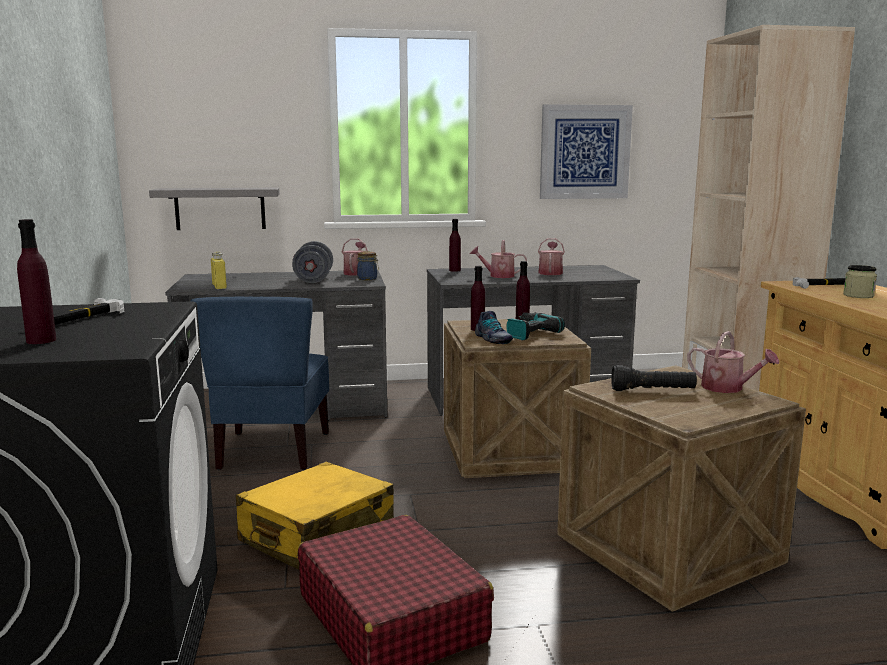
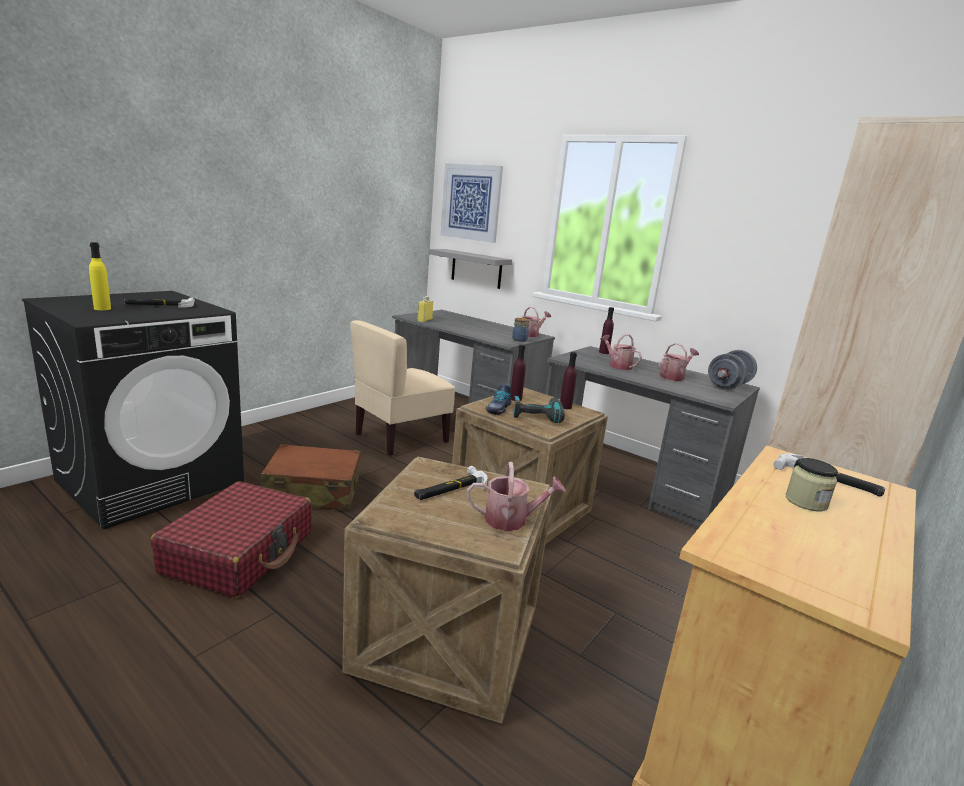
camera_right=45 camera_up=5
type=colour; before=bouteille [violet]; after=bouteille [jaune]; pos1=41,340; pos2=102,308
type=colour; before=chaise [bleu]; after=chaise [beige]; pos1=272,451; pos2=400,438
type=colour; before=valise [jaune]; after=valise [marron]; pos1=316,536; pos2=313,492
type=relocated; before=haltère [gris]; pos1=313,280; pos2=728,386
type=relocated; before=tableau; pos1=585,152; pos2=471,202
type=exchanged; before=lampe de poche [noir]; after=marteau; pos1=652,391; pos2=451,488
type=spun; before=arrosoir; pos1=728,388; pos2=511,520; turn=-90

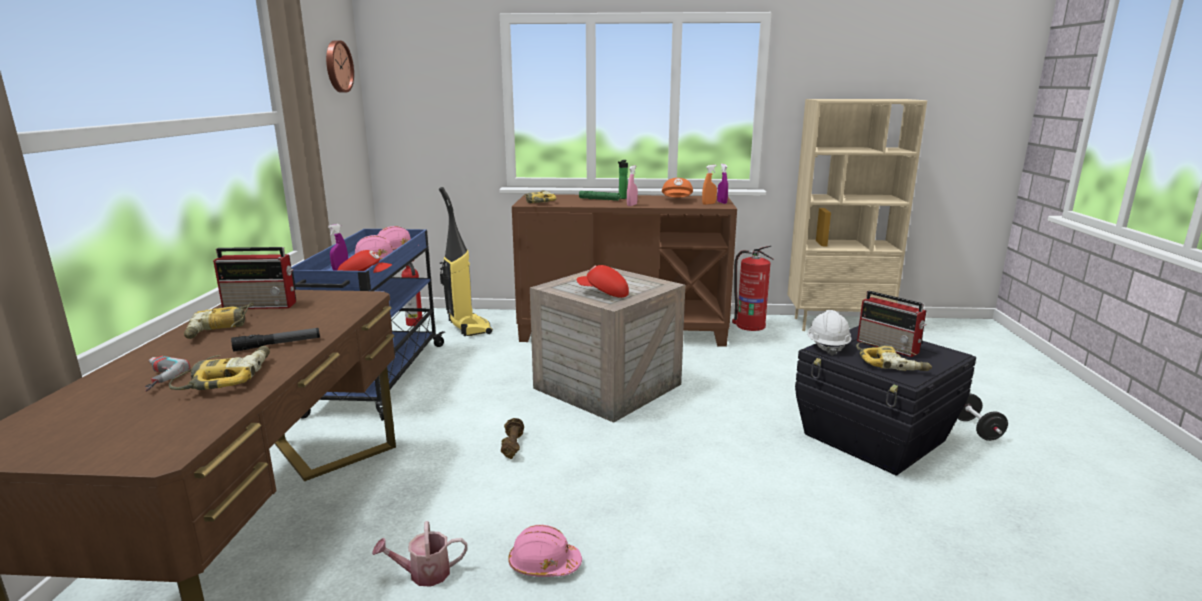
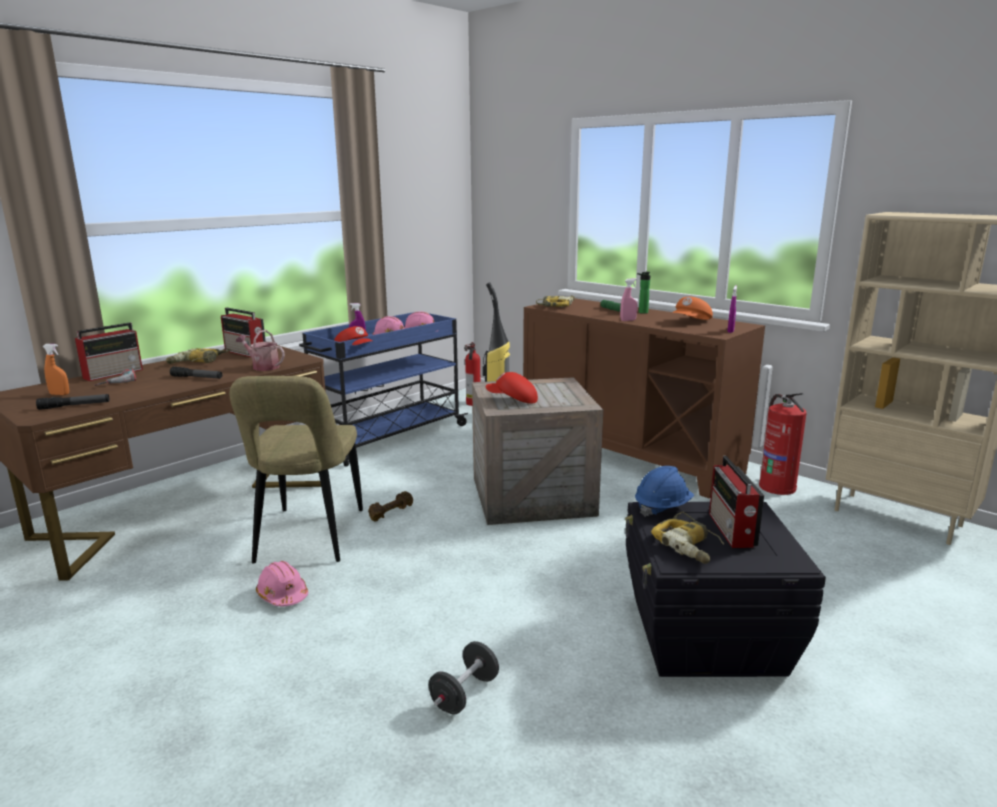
camera_right=40 camera_up=0
type=missing; before=perceuse; pos1=227,377
type=missing; before=horloge murale; pos1=337,66
type=relocated; before=arrosoir; pos1=423,574; pos2=263,367
type=spun; before=casquette [rouge]; pos1=603,294; pos2=512,400; turn=-45
type=relocated; before=vaporisateur [orange]; pos1=709,204; pos2=59,394
type=colour; before=casque de chantier [blanc]; after=casque de chantier [bleu]; pos1=827,346; pos2=662,507
type=relocated; before=haltère [noir]; pos1=976,429; pos2=464,694
type=appeared; after=lampe de poche; pos2=74,406
type=appeared; after=radio; pos2=114,373
type=appeared; after=chaise [beige]; pos2=308,538

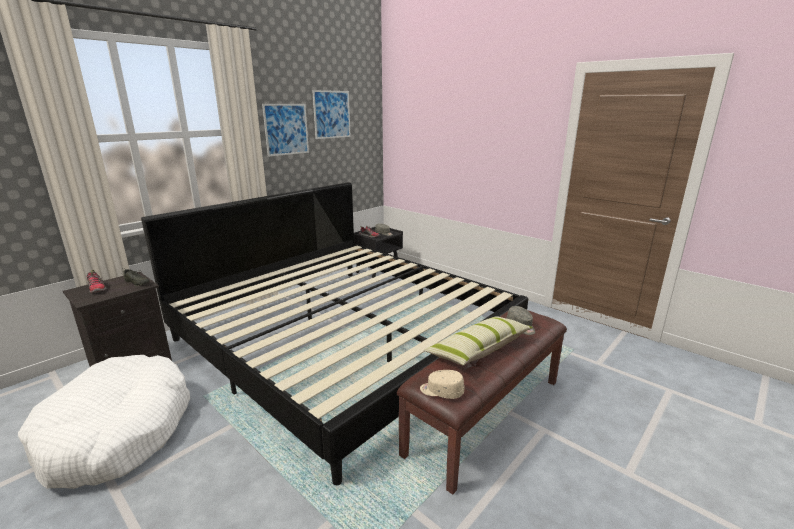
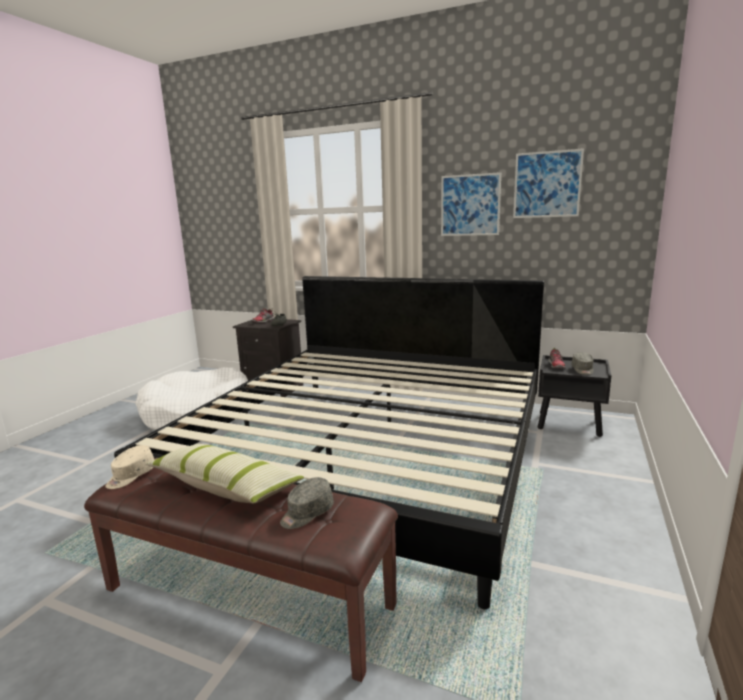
camera_right=70 camera_up=-5
type=spun; before=casquette [beige]; pos1=441,391; pos2=131,476; turn=-150

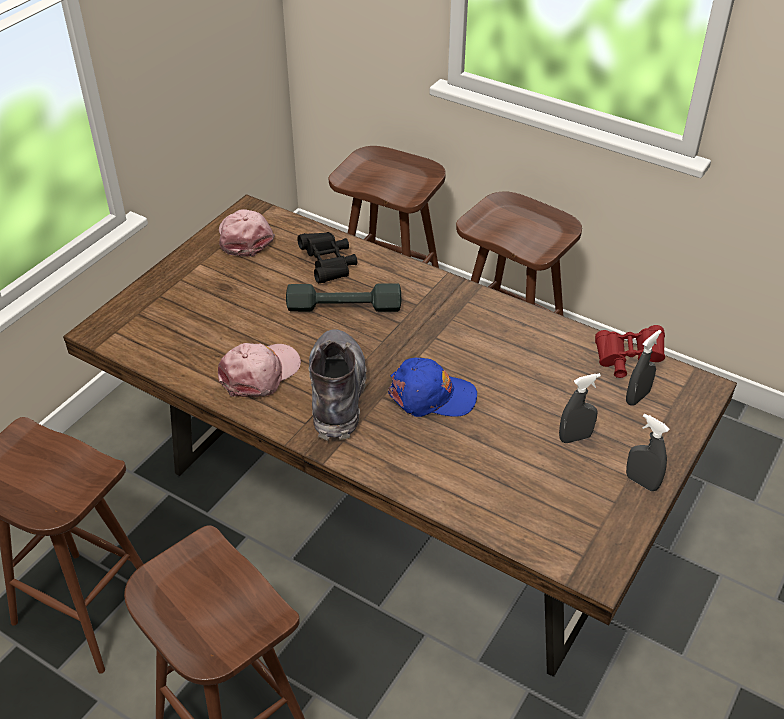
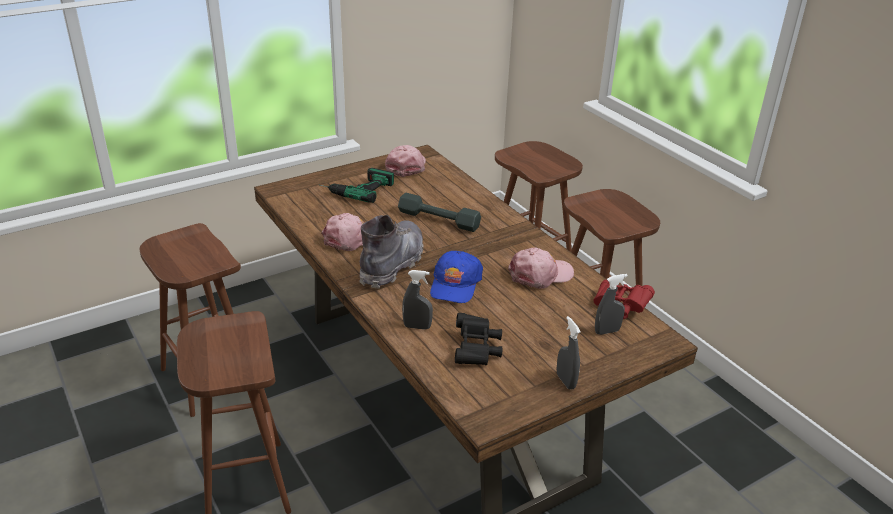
camera_right=25 camera_up=-10
type=relocated; before=jumelles [noir]; pos1=329,265; pos2=476,350
type=spun; before=casquette [bleu]; pos1=431,396; pos2=455,284; turn=75
type=relocated; before=vaporisateur [gris]; pos1=575,438; pos2=417,327
type=appeared; after=perceuse; pos2=355,188
type=appeared; after=casquette [rose]; pos2=540,274

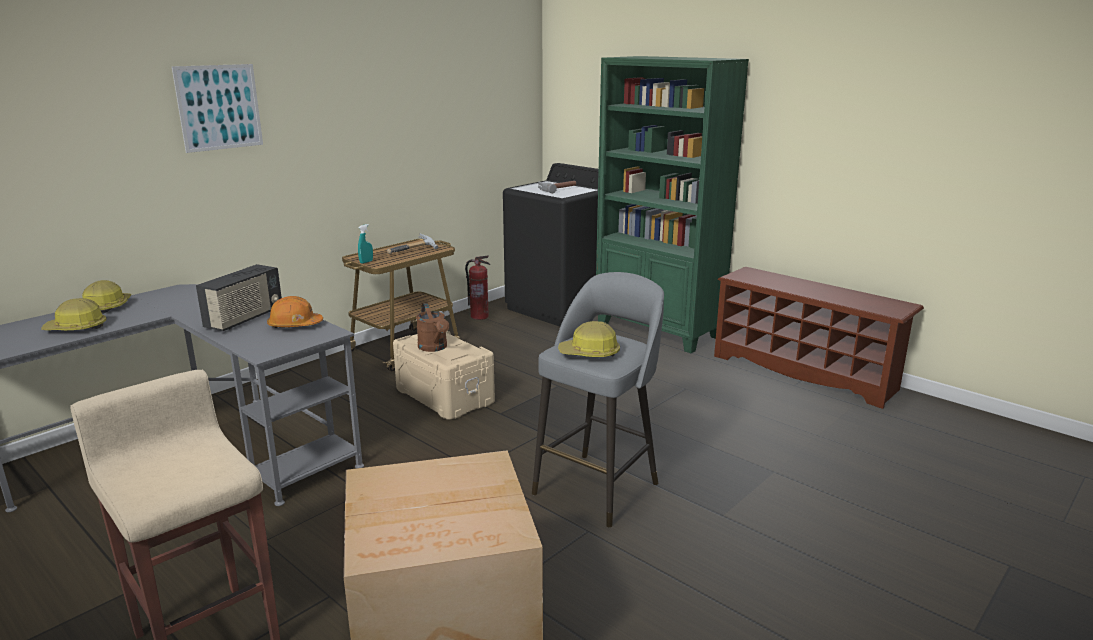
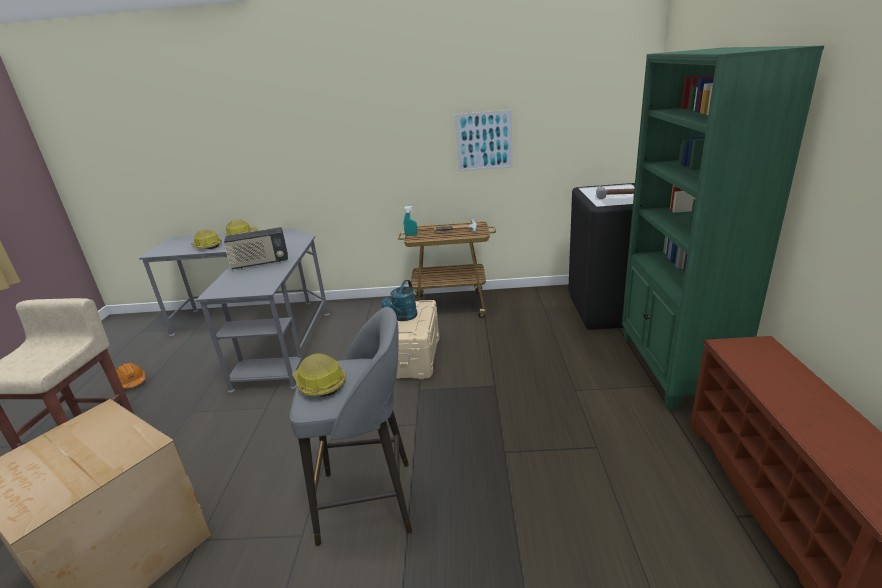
camera_right=50 camera_up=5
type=relocated; before=tableau; pos1=219,107; pos2=484,141
type=relocated; before=casque de chantier [orange]; pos1=295,325; pos2=132,381
type=colour; before=arrosoir [marron]; after=arrosoir [turquoise]; pos1=434,348; pos2=403,317
type=missing; before=extincteur; pos1=479,316

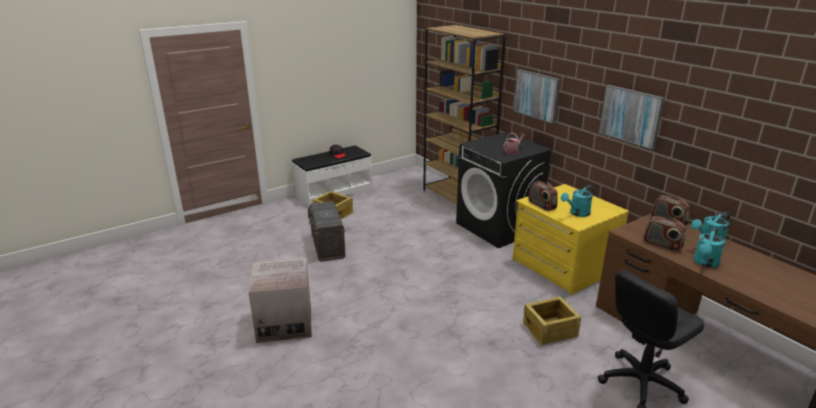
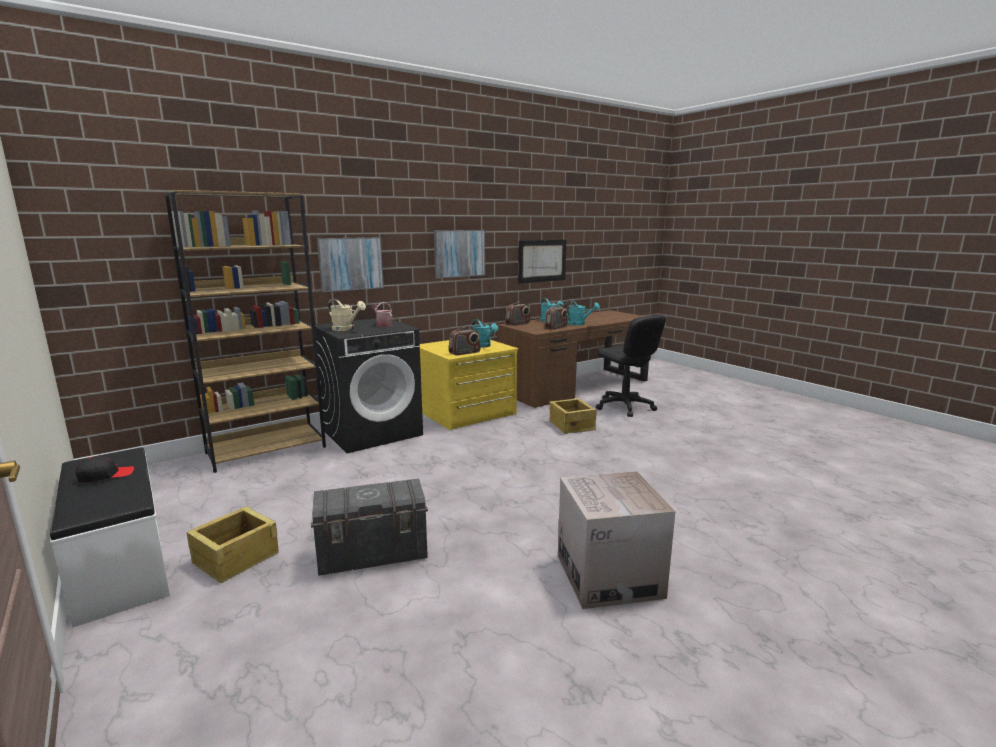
camera_right=-90 camera_up=-10
type=appeared; after=arrosoir [beige]; pos2=346,329
type=appeared; after=tableau; pos2=542,261

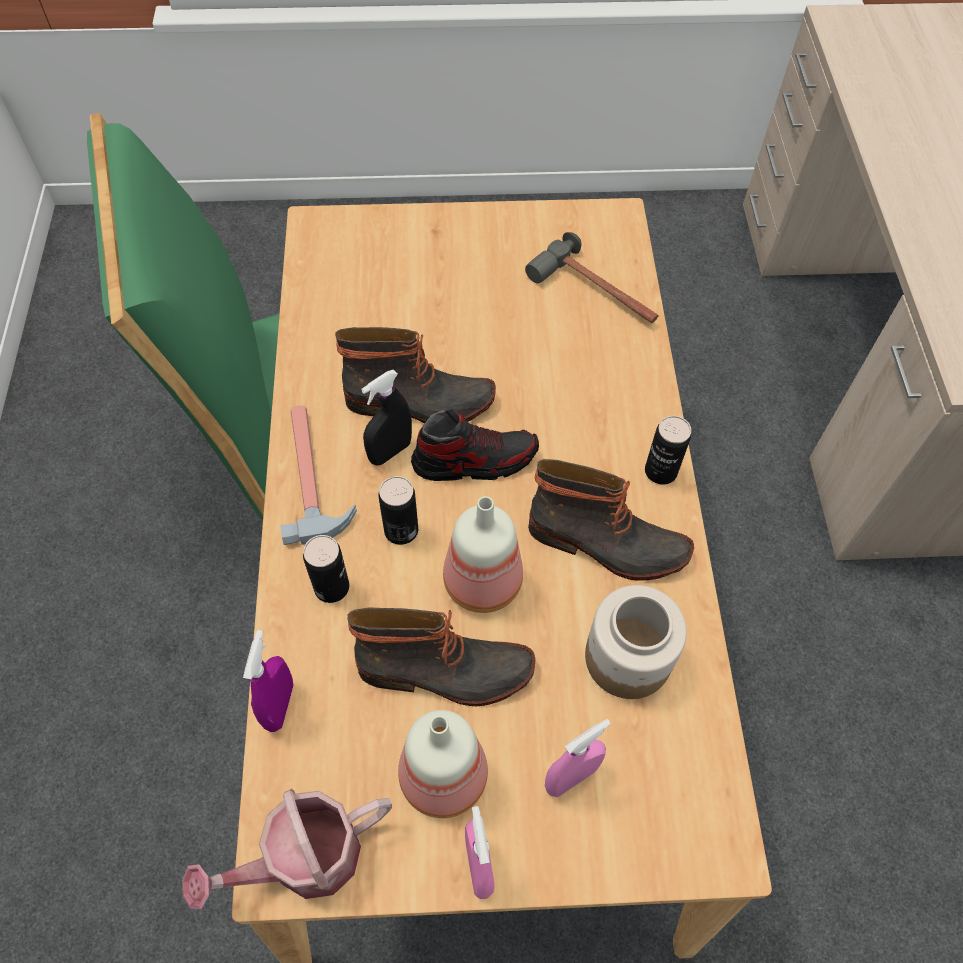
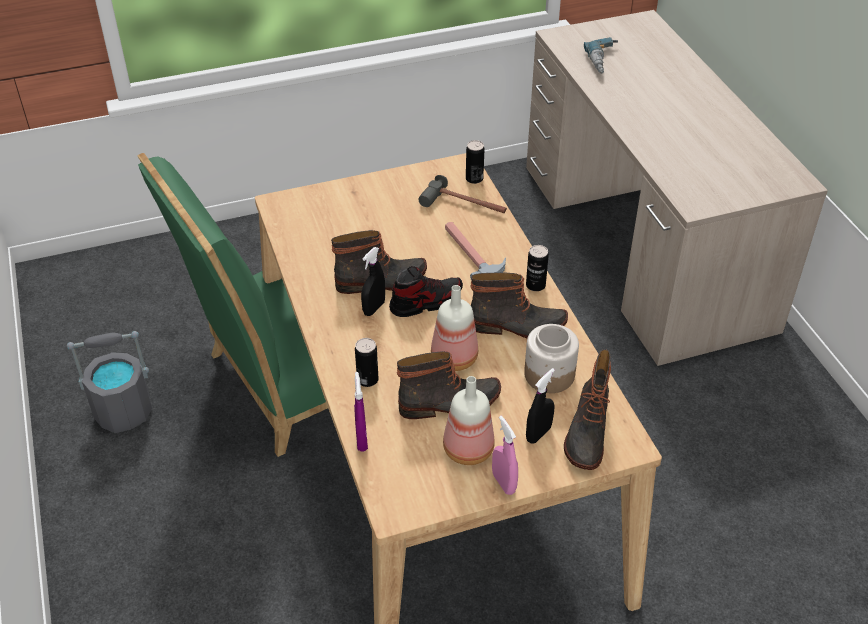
camera_right=-15 camera_up=-15
type=missing; before=arrosoir; pos1=303,859
type=relocated; before=marteau; pos1=313,475; pos2=472,253
type=relocated; before=boîte métallique; pos1=401,530; pos2=474,179
type=colour; before=vaporisateur [rose]; after=vaporisateur [noir]; pos1=571,777; pos2=538,434
type=appeared; after=seau [gris]; pos2=124,411
type=appeared; after=botte; pos2=586,433
type=appeared; after=perceuse; pos2=605,61

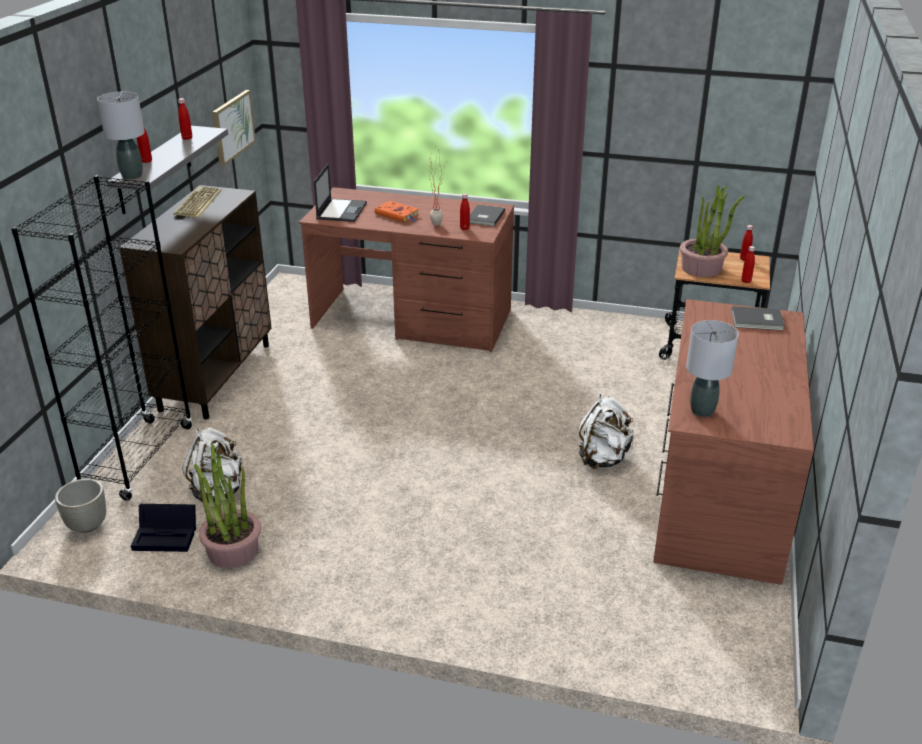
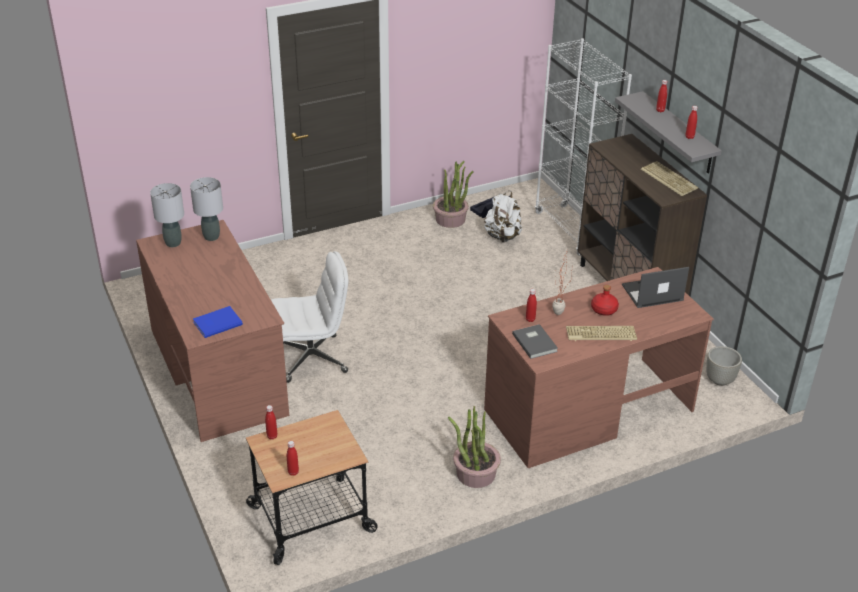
camera_right=140 camera_up=5
type=colour; before=bibliothèque [noir]; after=bibliothèque [blanc]; pos1=138,459; pos2=572,230
type=relocated; before=cache-pot [gris]; pos1=87,525; pos2=720,380
type=relocated; before=lampe de table [gris]; pos1=132,176; pos2=173,243
type=missing; before=tableau; pos1=233,127
type=spun; before=ordinateur portable; pos1=341,210; pos2=651,293; turn=105
type=exchanged; before=livre [orange]; after=bouteille [rouge]; pos1=398,215; pos2=603,310
type=exchanged; before=sac à dos [blanc]; after=chaise de bureau [blanc]; pos1=603,458; pos2=312,358
type=relocated; before=plante en pot; pos1=702,268; pos2=475,473
type=colour; before=livre [gris]; after=livre [bleu]; pos1=758,321; pos2=216,323
type=appeared; after=clavier; pos2=600,334

